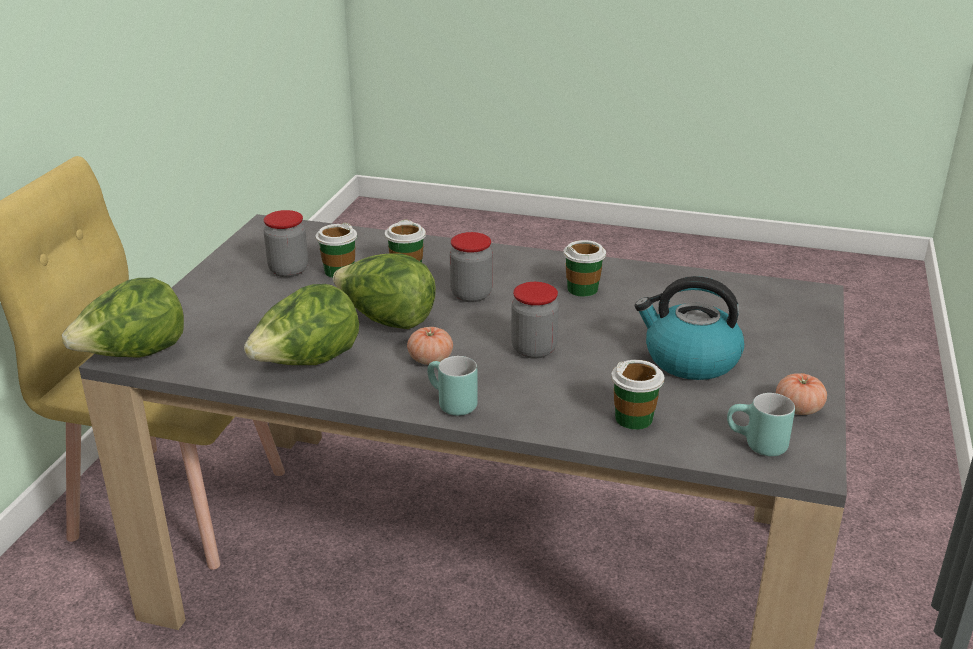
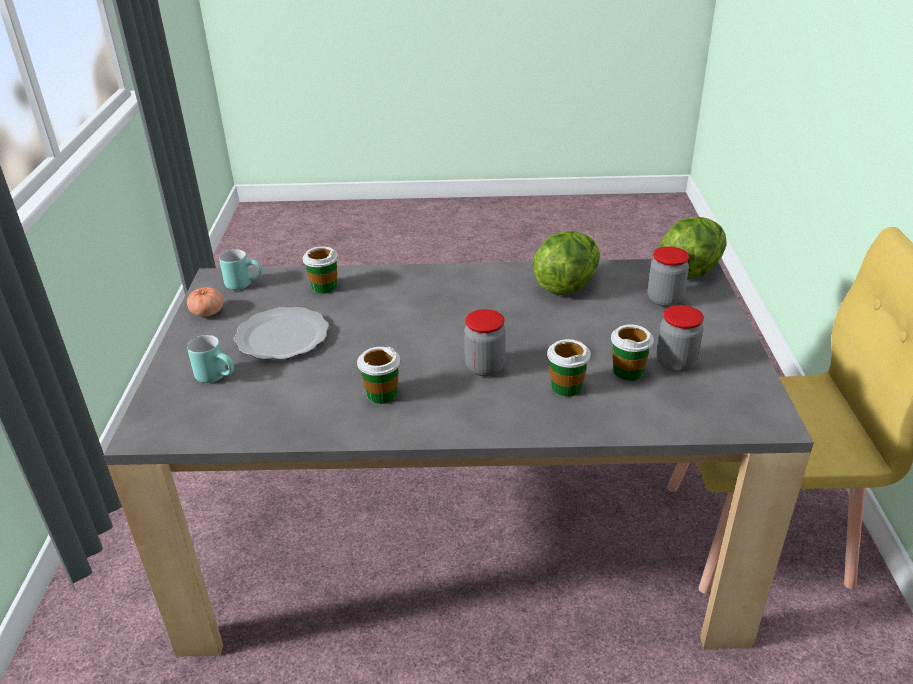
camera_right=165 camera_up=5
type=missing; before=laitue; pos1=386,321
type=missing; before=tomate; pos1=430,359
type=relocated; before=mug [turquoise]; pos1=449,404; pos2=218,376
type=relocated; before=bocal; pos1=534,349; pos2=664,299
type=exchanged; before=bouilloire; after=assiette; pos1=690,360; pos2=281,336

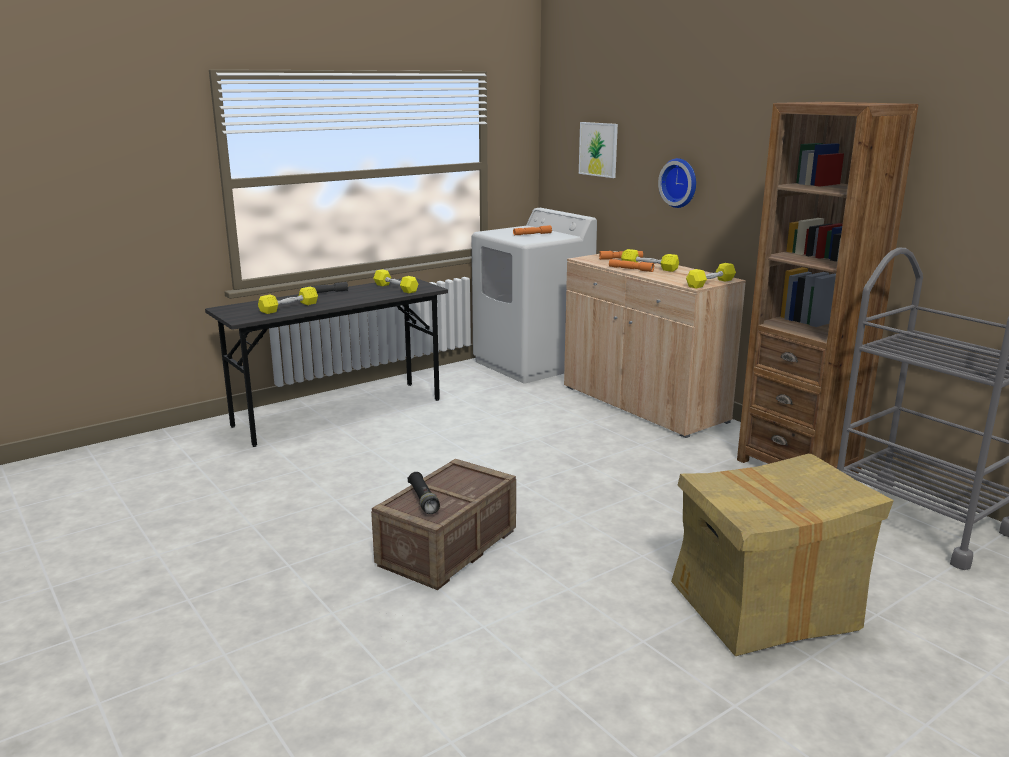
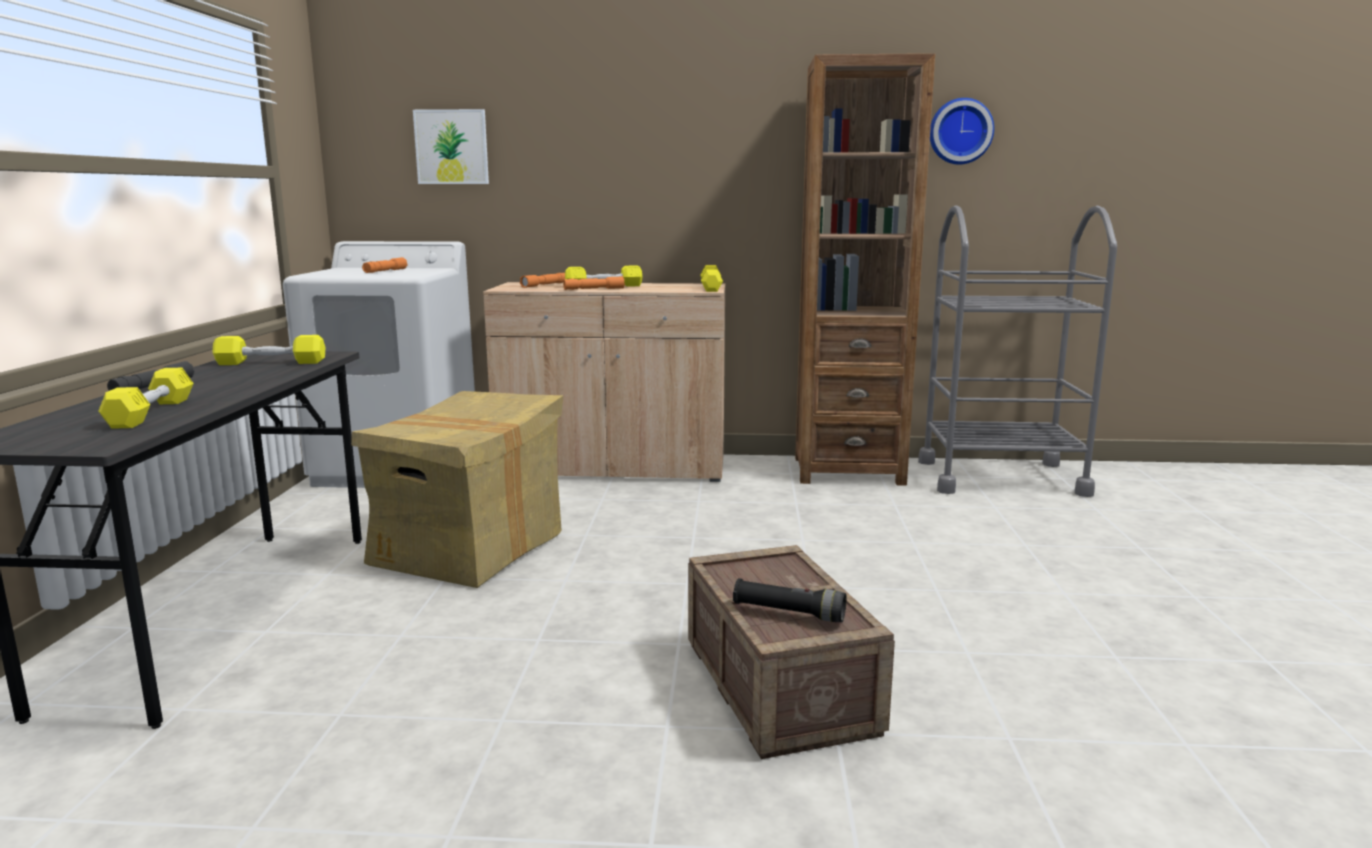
camera_right=-50 camera_up=-5
type=relocated; before=horloge murale; pos1=680,182; pos2=960,131
type=relocated; before=carton; pos1=765,607; pos2=469,549

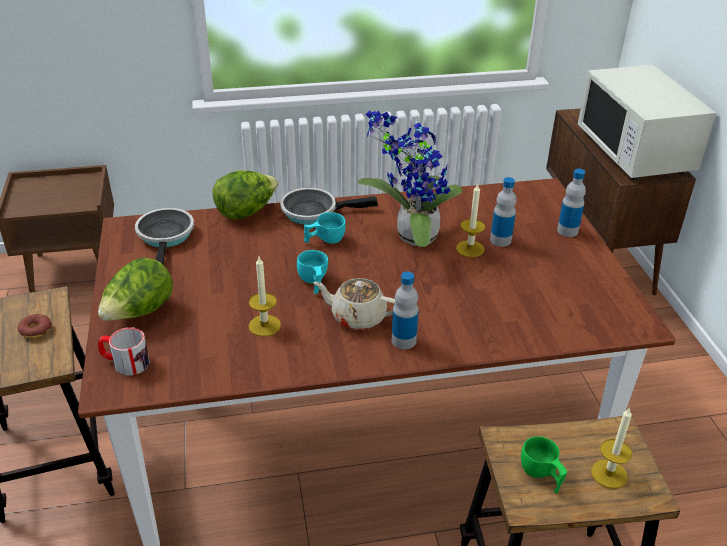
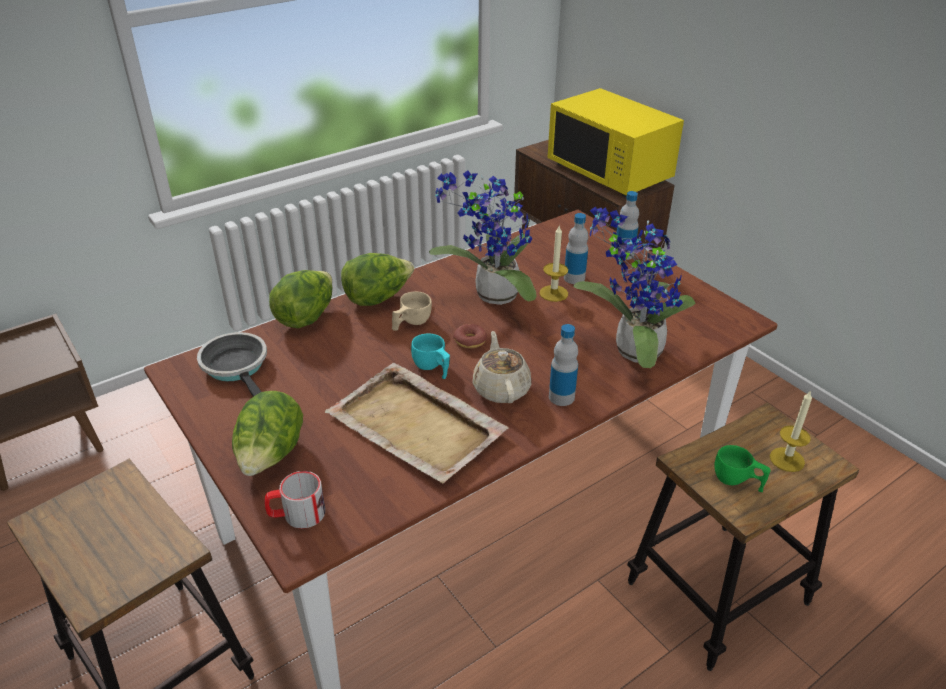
camera_right=-25 camera_up=0
type=relocated; before=beignet; pos1=35,330; pos2=470,341
type=exchanged; before=bougie; after=plateau [beige]; pos1=264,325; pos2=416,426
type=exchanged; before=poêle; after=laitue; pos1=314,212; pos2=378,298
type=colour; before=tasse [turquoise]; after=tasse [beige]; pos1=324,240; pos2=410,323
type=spun; before=théière [beige]; pos1=357,317; pos2=501,388; turn=90
type=colour; before=micro-ondes [blanc]; after=micro-ondes [jaune]; pos1=635,152; pos2=610,172
type=appeared; after=plante en pot; pos2=631,351

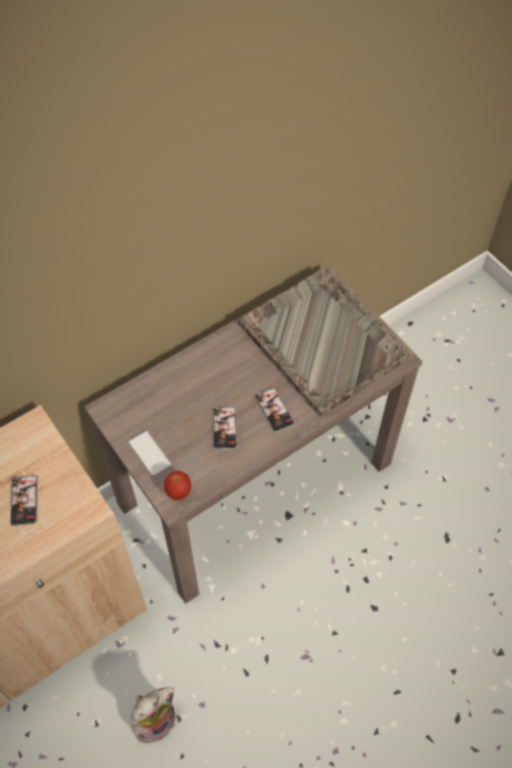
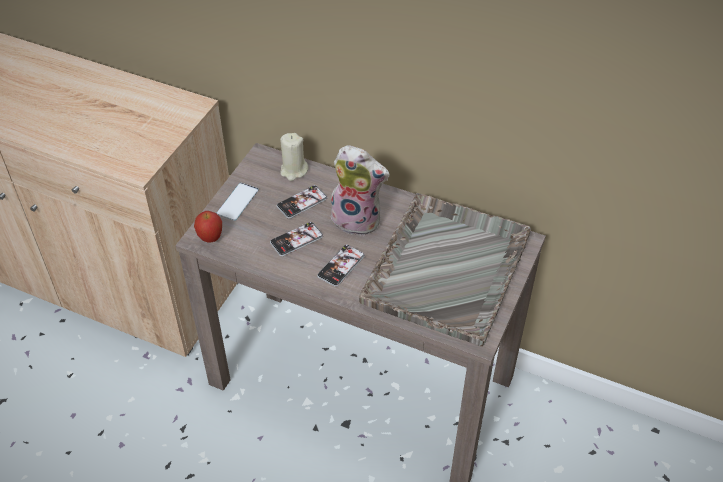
camera_right=60 camera_up=-10
type=relocated; before=téléphone; pos1=24,500; pos2=302,202
type=relocated; before=peluche; pos1=155,719; pos2=358,219
type=appeared; after=bougie [beige]; pos2=293,170

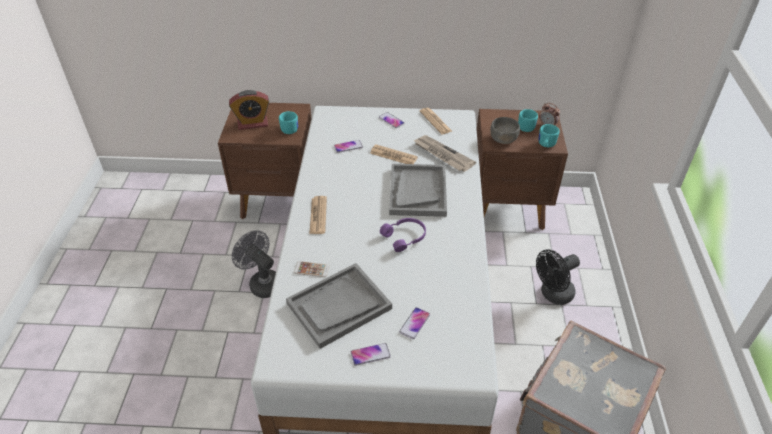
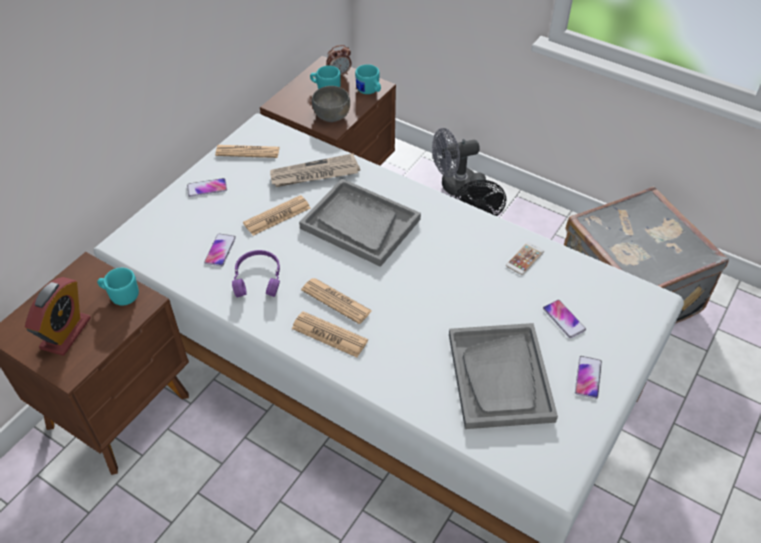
camera_right=-60 camera_up=5
type=relocated; before=ventilateur [gris]; pos1=262,283; pos2=453,186
type=relocated; before=téléphone; pos1=311,269; pos2=524,259
type=relocated; before=casque audio [violet]; pos1=405,237; pos2=258,278
type=appeared; after=journal; pos2=336,301

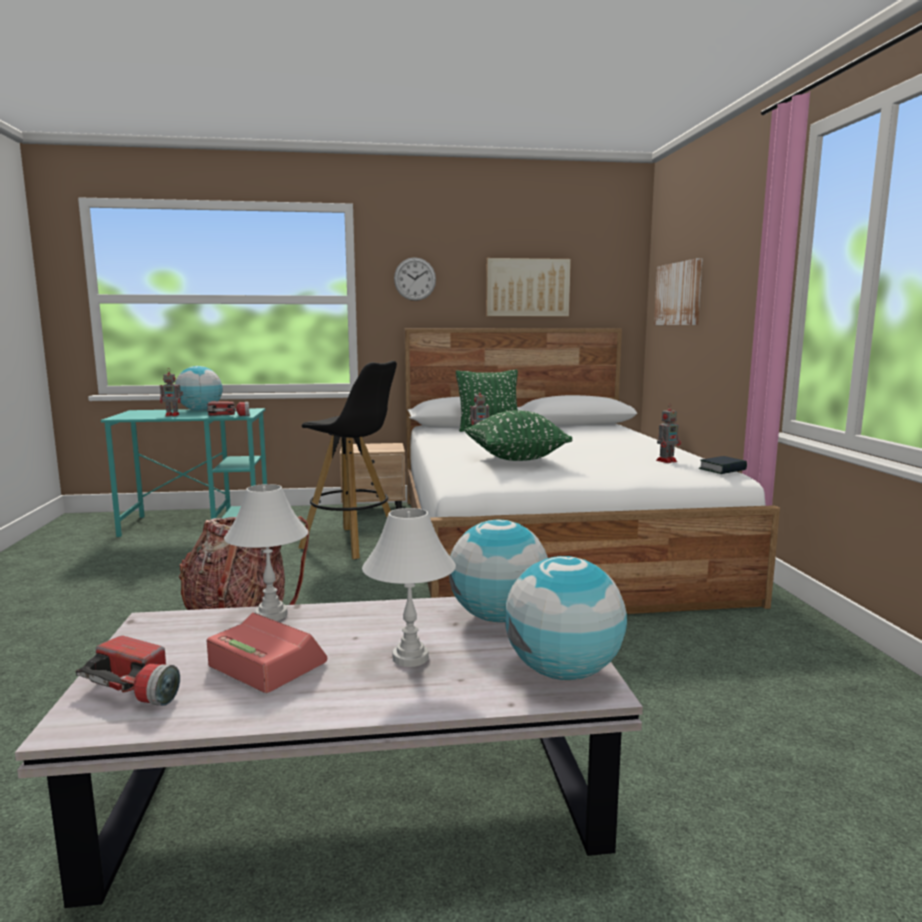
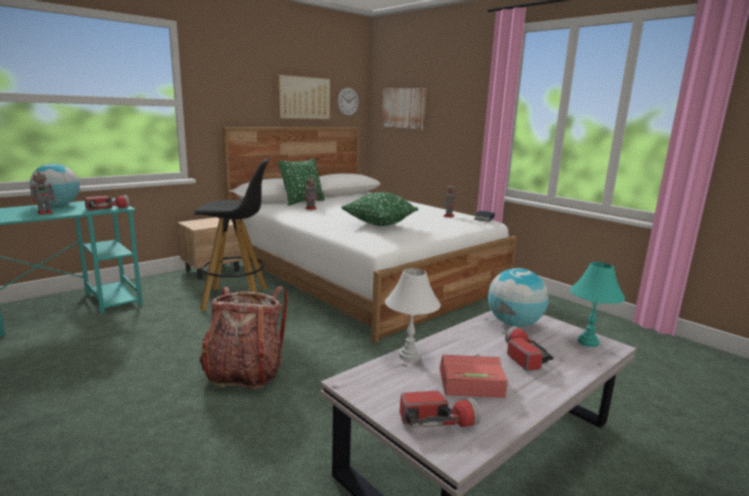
camera_right=-35 camera_up=5
type=exchanged; before=lampe de table [blanc]; after=lampe de poche; pos1=411,658; pos2=522,356
type=relocated; before=horloge murale; pos1=415,279; pos2=348,101
type=exchanged; before=globe; after=lampe de table [turquoise]; pos1=563,672; pos2=588,342

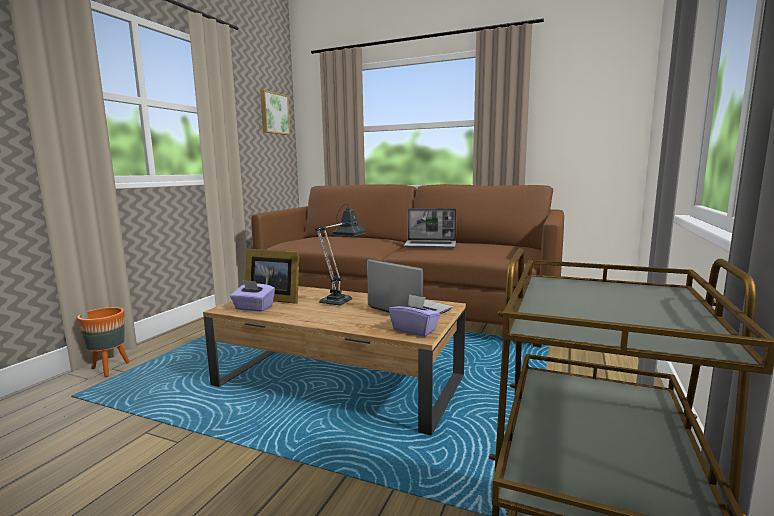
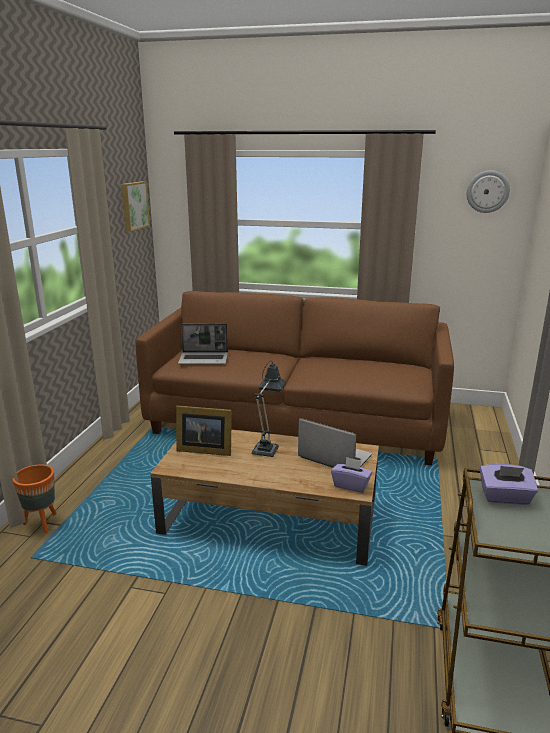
camera_right=-10 camera_up=10
type=relocated; before=boîte à mouchoirs [violet]; pos1=253,308; pos2=505,497
type=relocated; before=ordinateur portable; pos1=431,245; pos2=204,359
type=appeared; after=horloge murale; pos2=487,191

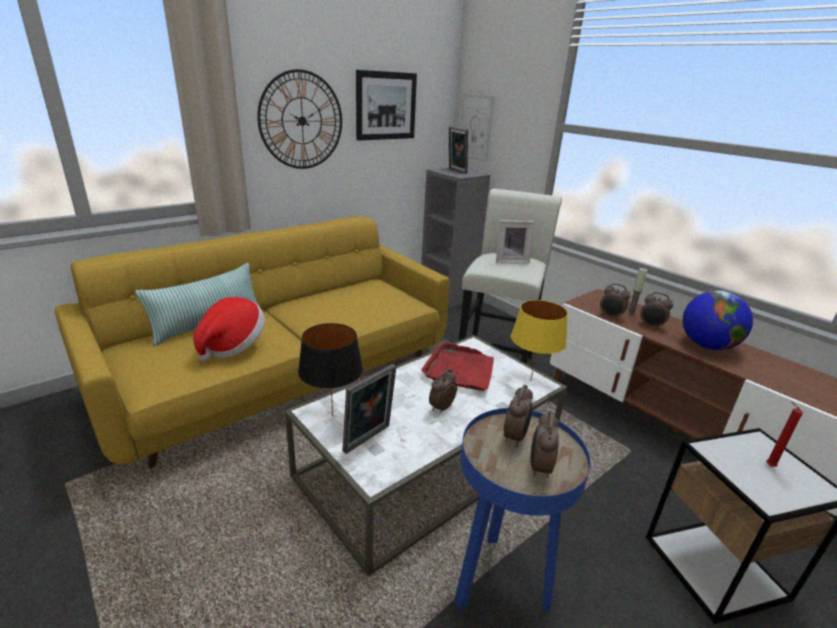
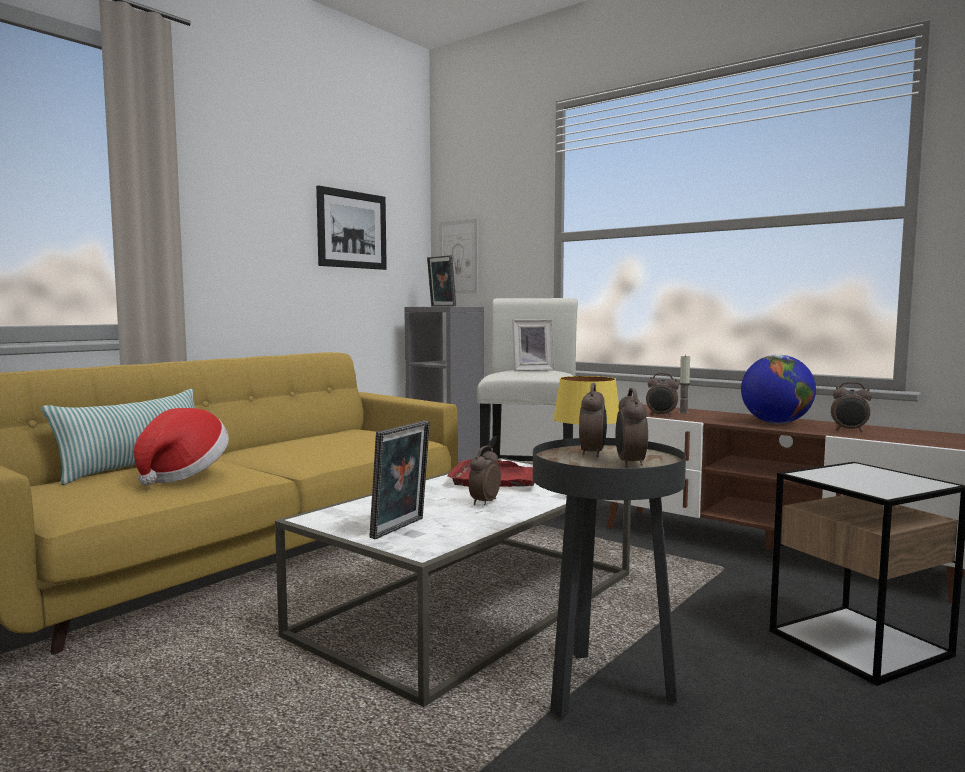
camera_right=-10 camera_up=-20
type=missing; before=horloge murale; pos1=302,121
type=missing; before=lampe de table [noir]; pos1=332,415
type=colour; before=table d'appoint [bleu]; after=table d'appoint [noir]; pos1=498,582; pos2=602,689
type=relocated; before=réveil; pos1=651,326; pos2=849,430
type=missing; before=bougie [rouge]; pos1=768,465

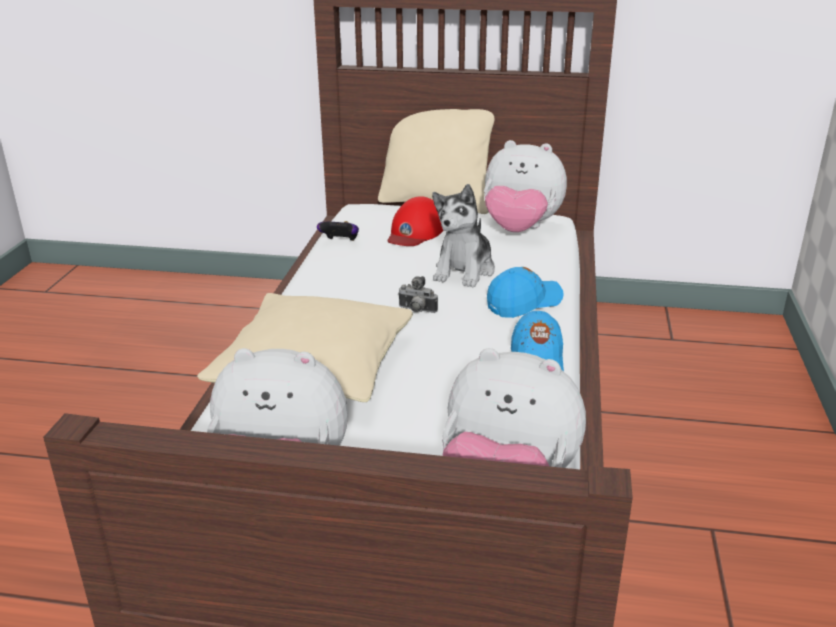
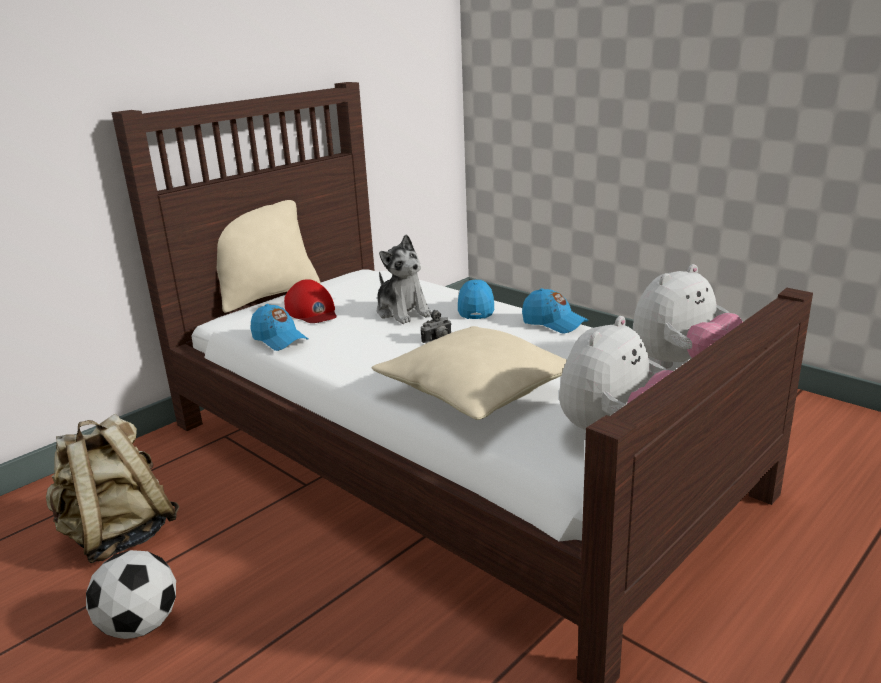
camera_right=-55 camera_up=-5
type=exchanged; before=manette; after=casquette [bleu]; pos1=340,242; pos2=279,339
type=missing; before=peluche; pos1=520,229
type=appeared; after=sac à dos [beige]; pos2=119,535
type=appeared; after=ballon de foot; pos2=140,625

